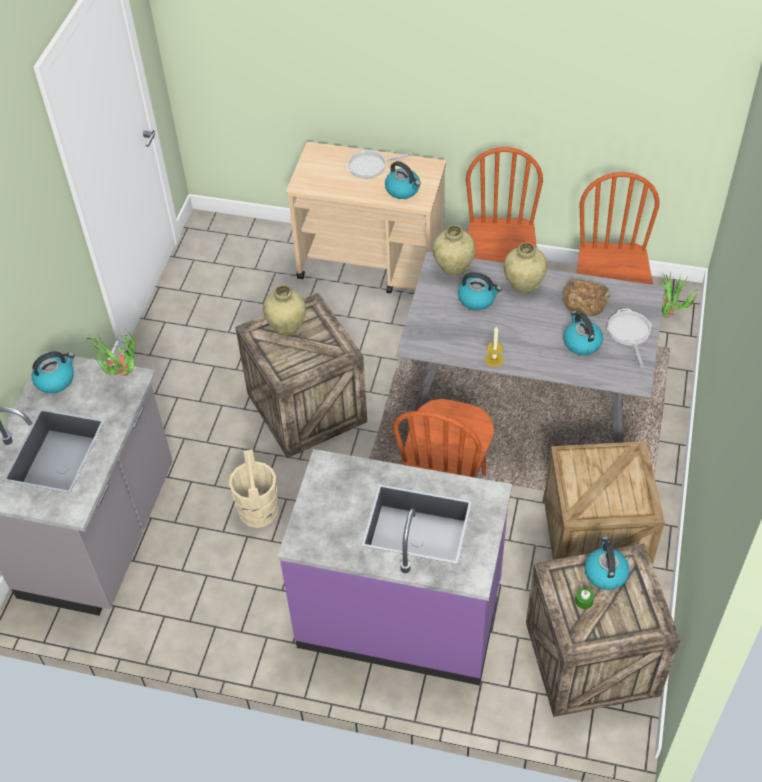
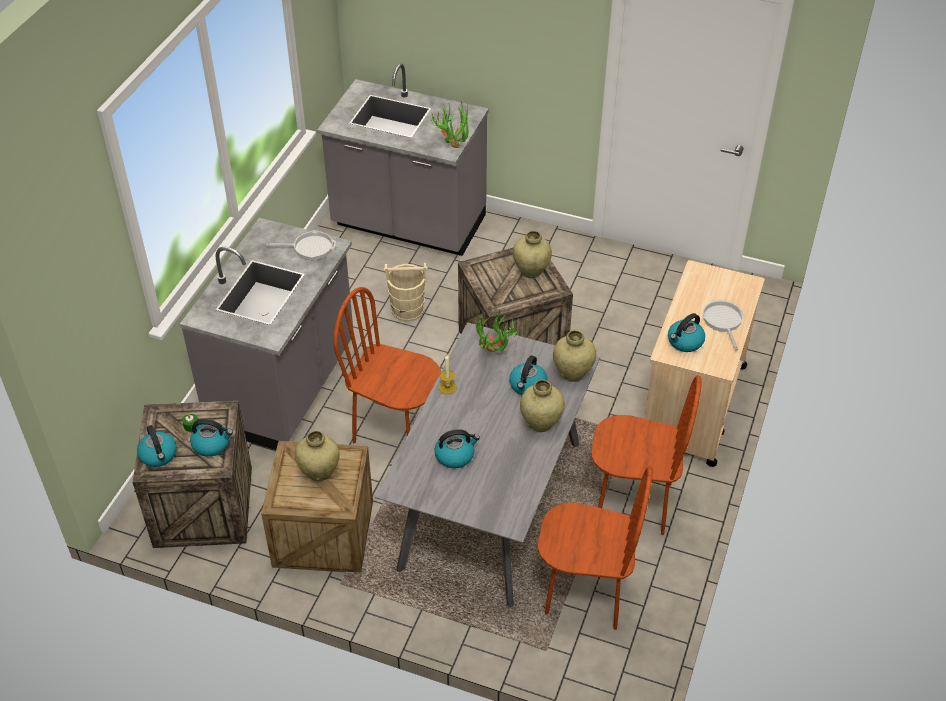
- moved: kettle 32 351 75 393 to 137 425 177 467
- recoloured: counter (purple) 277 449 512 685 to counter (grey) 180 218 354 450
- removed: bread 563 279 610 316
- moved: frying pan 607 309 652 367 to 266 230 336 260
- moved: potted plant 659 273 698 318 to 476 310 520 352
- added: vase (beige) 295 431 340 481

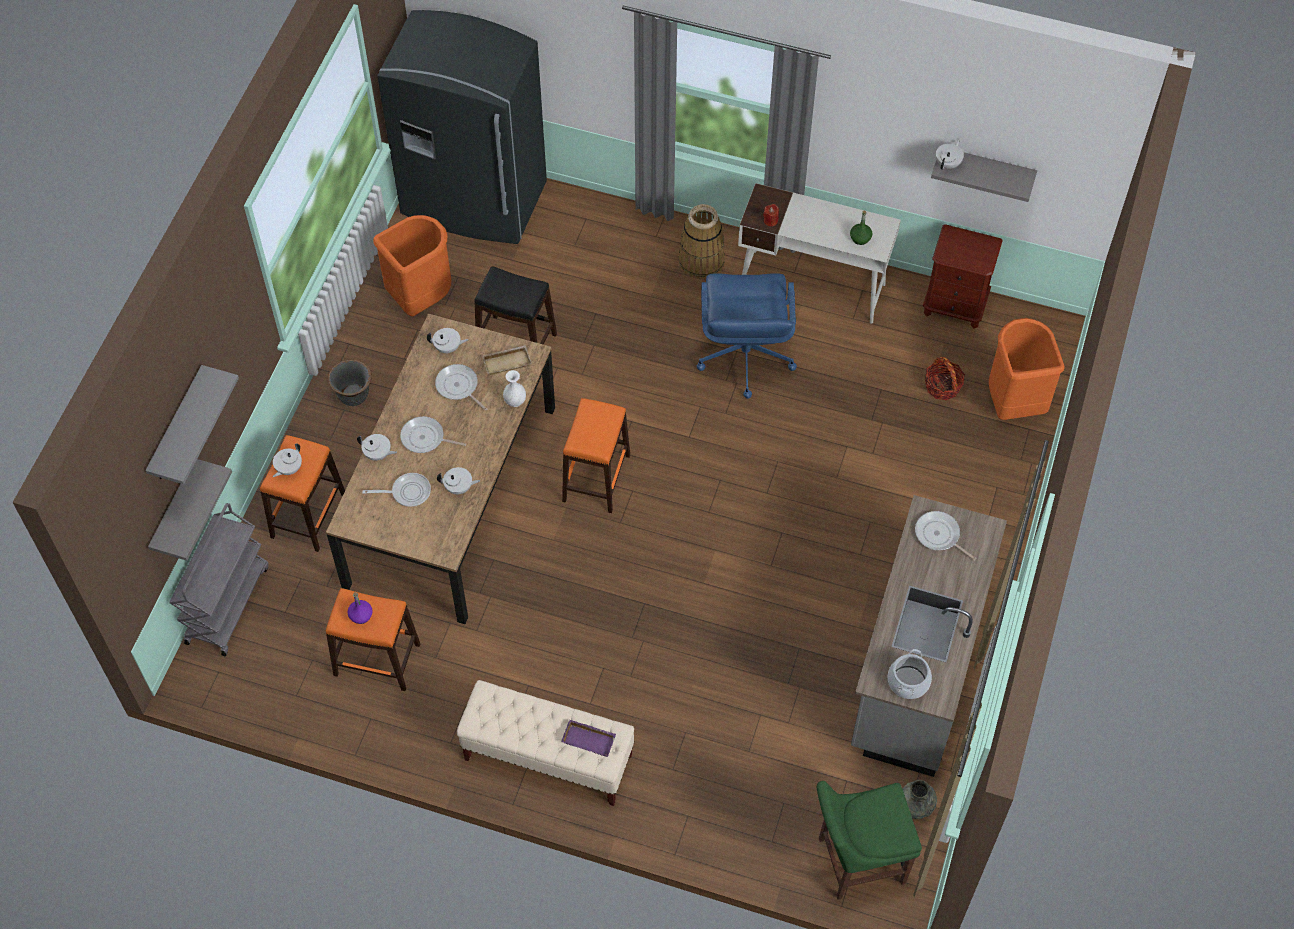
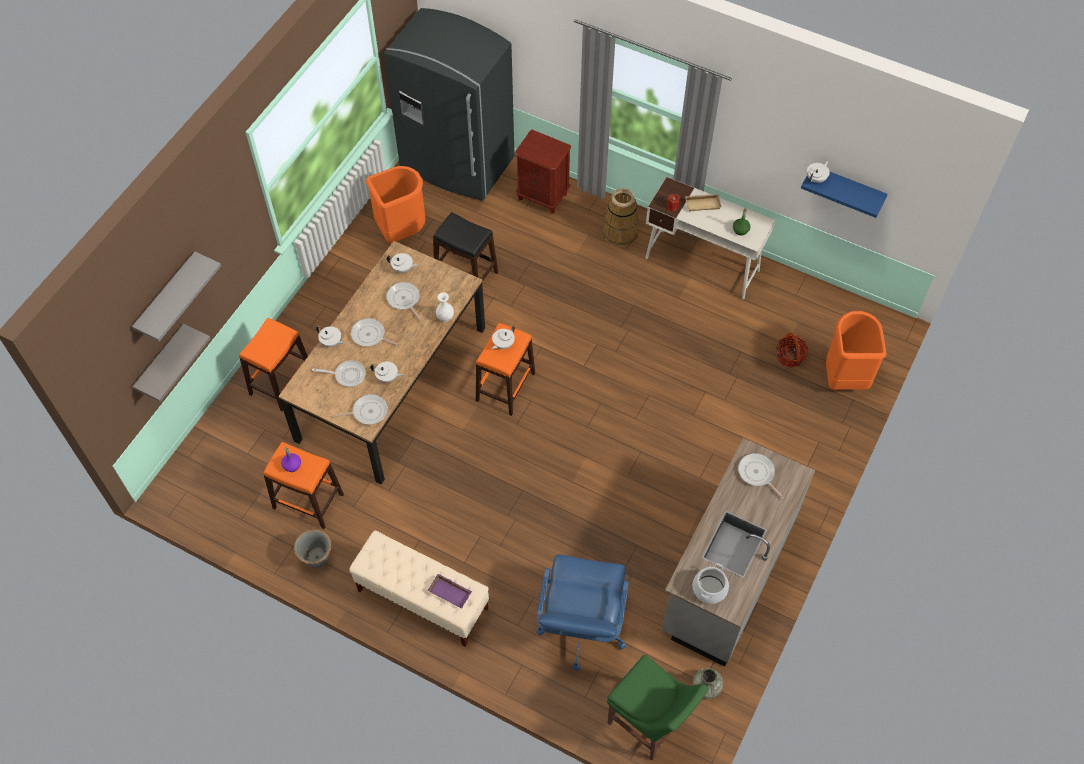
- removed: cart (grey) 170 503 269 656
- moved: teapot (white) 273 443 302 477 to 491 326 515 349
- moved: planter (grey) 328 360 372 406 to 294 529 332 569
- moved: tray (beige) 482 345 532 375 to 685 194 722 211
- moved: office chair (blue) 697 273 797 399 to 536 554 629 671
- turned: chair (green) 817 781 922 900 = 607 655 708 761 135 degrees counterclockwise
- moved: nightstand (brown) 923 224 1003 329 to 515 130 572 214
- recoloured: shelf (grey) 931 152 1037 202 to shelf (blue) 801 172 888 218
- added: frying pan 333 394 388 425

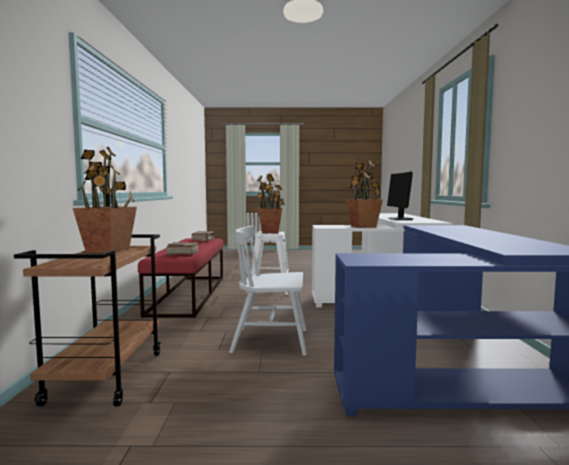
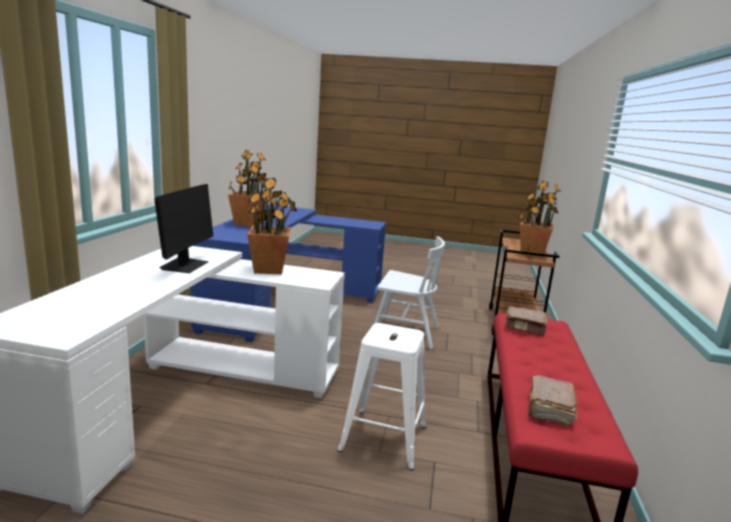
- moved: potted plant 257 174 285 233 to 228 150 266 227

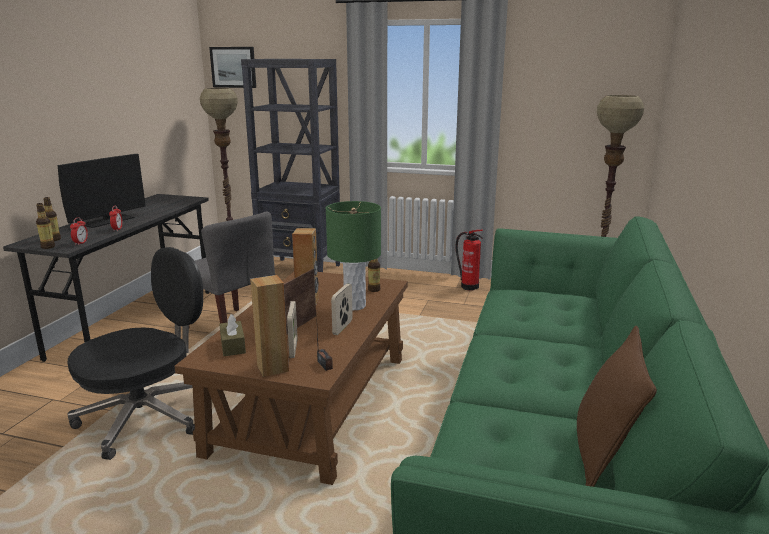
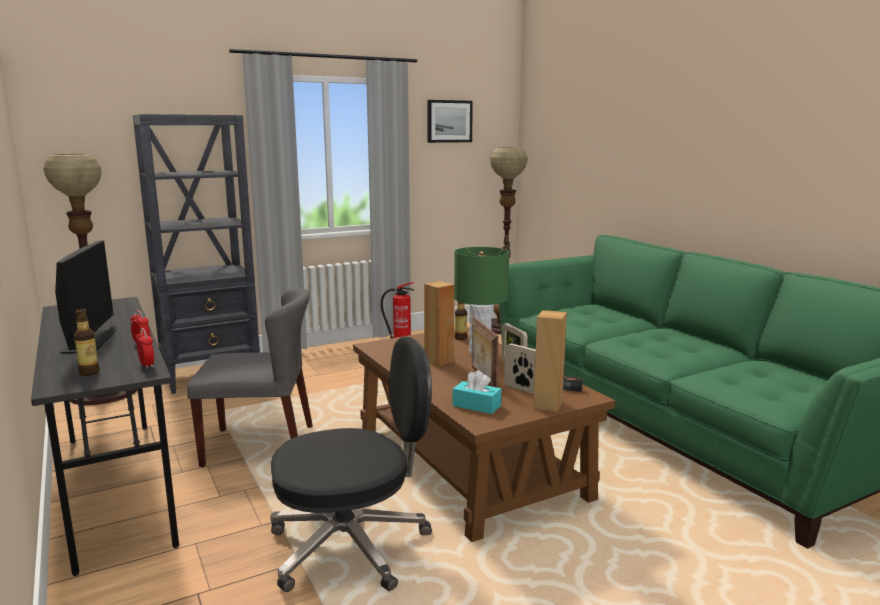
- removed: bottle 36 203 55 249
- turned: office chair (black) 67 247 203 460 = 270 337 432 592 75 degrees clockwise
- moved: picture 209 47 256 88 to 427 100 473 143
- recoloured: tissue box (brown) 219 314 246 356 to tissue box (turquoise) 453 370 501 414
- removed: pillow (brown) 577 326 657 487

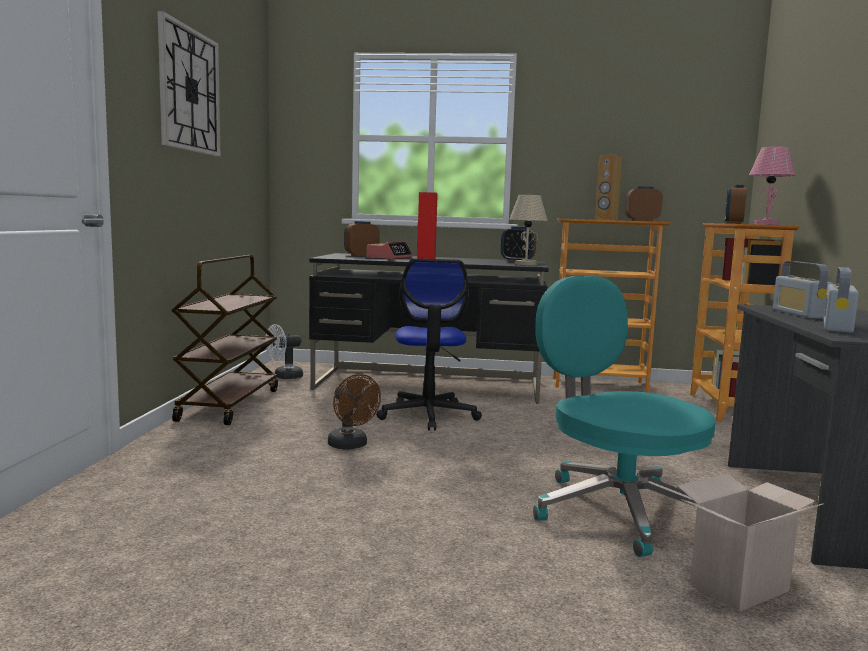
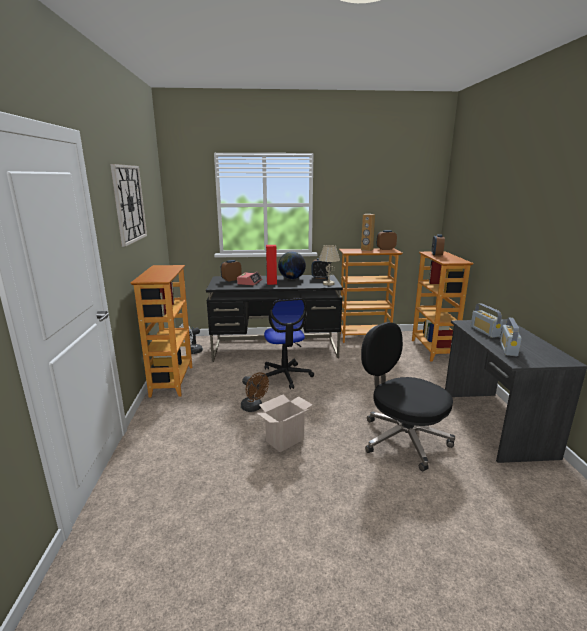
- replaced: cart (brown) 172 255 278 425 to bookcase 131 265 192 398
- recoloured: office chair (turquoise) 533 276 716 557 to office chair (black) 361 322 455 471
- moved: cardboard box 677 473 824 612 to 257 394 312 452
- removed: table lamp (pink) 749 146 795 225
- added: globe 278 252 306 279

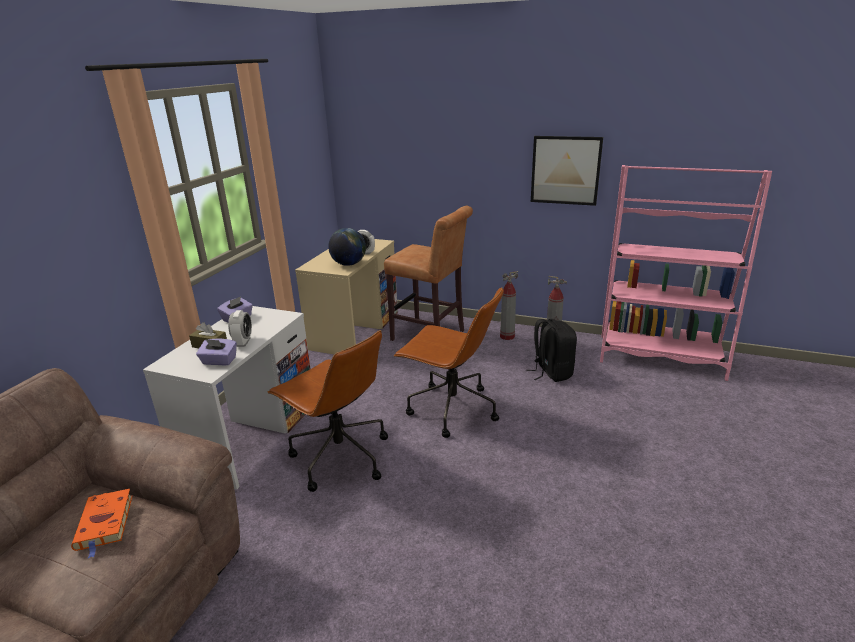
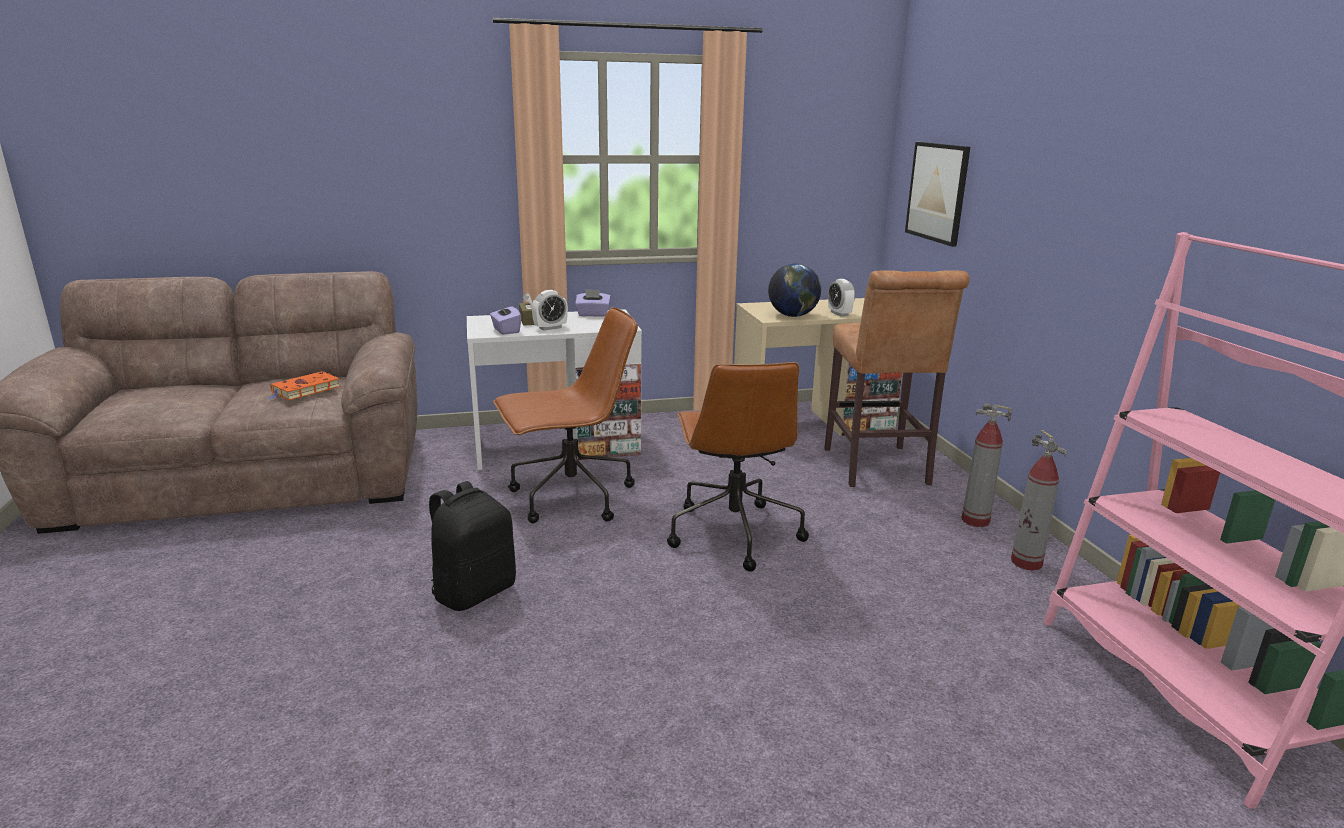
- turned: office chair (brown) 268 330 388 492 = 493 307 638 523 120 degrees counterclockwise
- moved: backpack (black) 526 319 577 382 to 429 481 516 611
- moved: picture 531 136 603 206 to 905 142 970 247

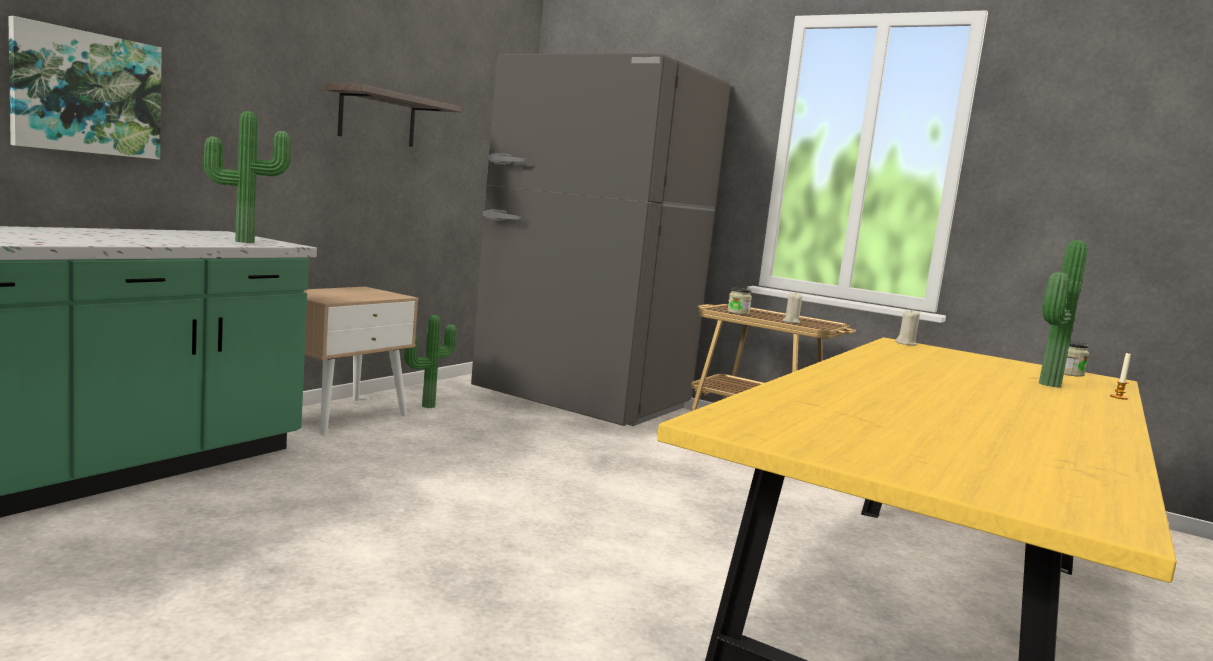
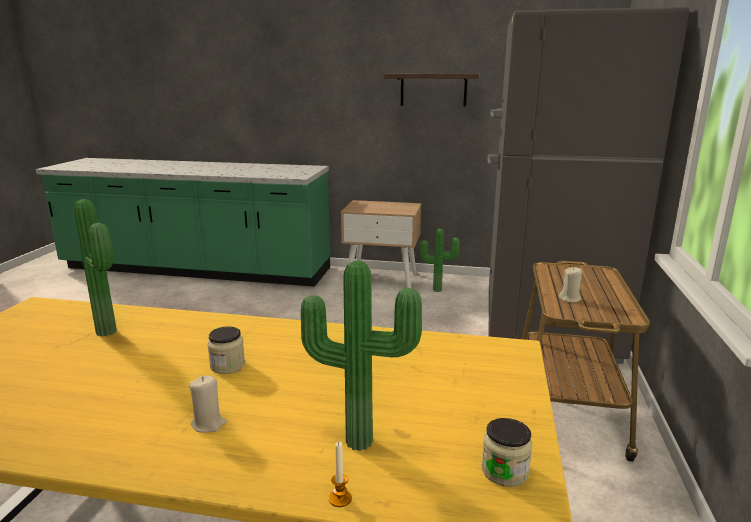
- removed: picture 8 16 162 160
- moved: potted plant 204 111 291 243 to 74 199 117 337
- moved: jar 727 288 752 315 to 207 326 245 374
- moved: candle (beige) 895 309 920 345 to 189 376 227 433

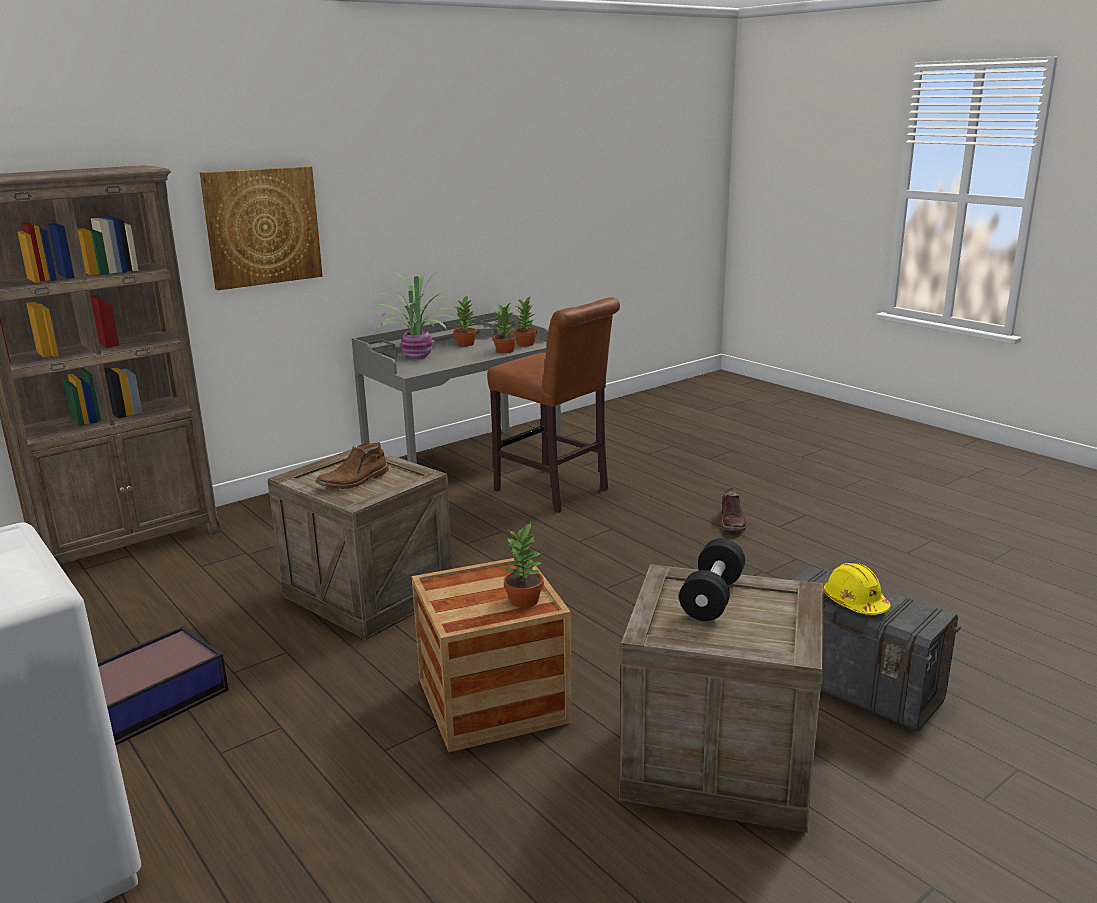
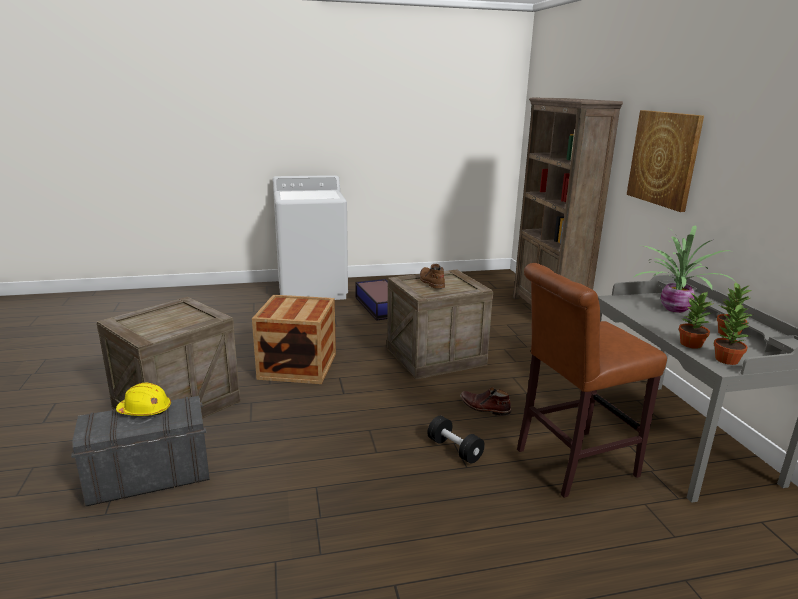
- removed: potted plant 504 523 544 608
- moved: dumbbell (black) 679 538 745 621 to 427 416 485 464
- moved: boot (brown) 722 488 747 531 to 460 387 511 416

